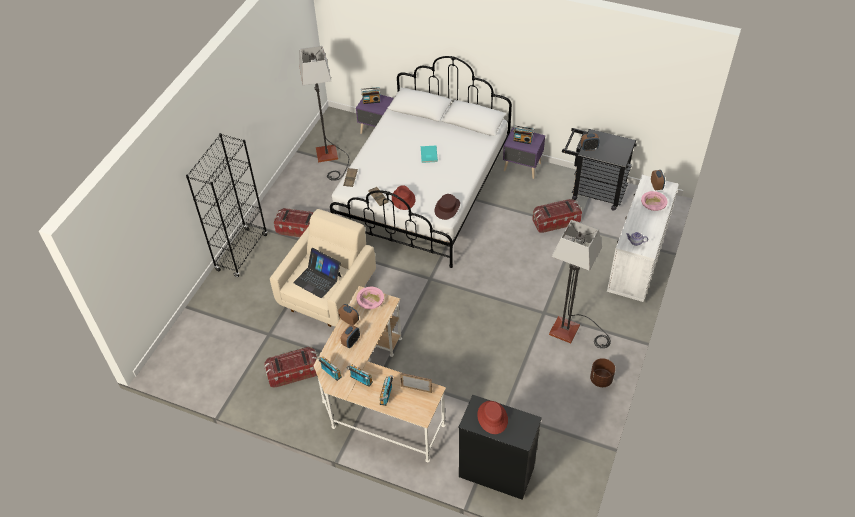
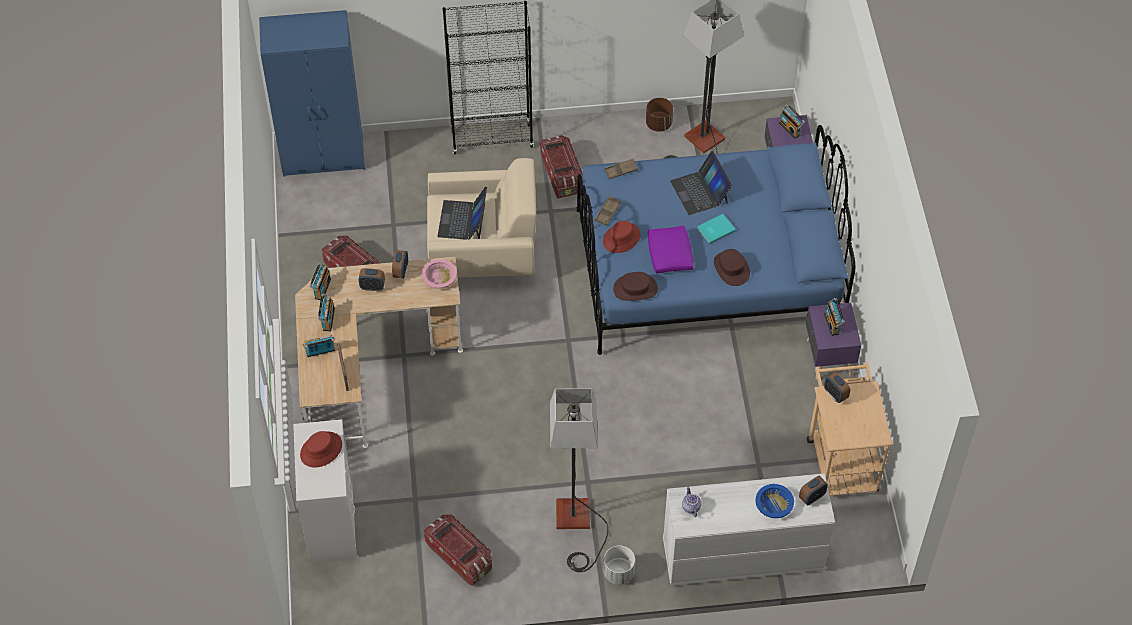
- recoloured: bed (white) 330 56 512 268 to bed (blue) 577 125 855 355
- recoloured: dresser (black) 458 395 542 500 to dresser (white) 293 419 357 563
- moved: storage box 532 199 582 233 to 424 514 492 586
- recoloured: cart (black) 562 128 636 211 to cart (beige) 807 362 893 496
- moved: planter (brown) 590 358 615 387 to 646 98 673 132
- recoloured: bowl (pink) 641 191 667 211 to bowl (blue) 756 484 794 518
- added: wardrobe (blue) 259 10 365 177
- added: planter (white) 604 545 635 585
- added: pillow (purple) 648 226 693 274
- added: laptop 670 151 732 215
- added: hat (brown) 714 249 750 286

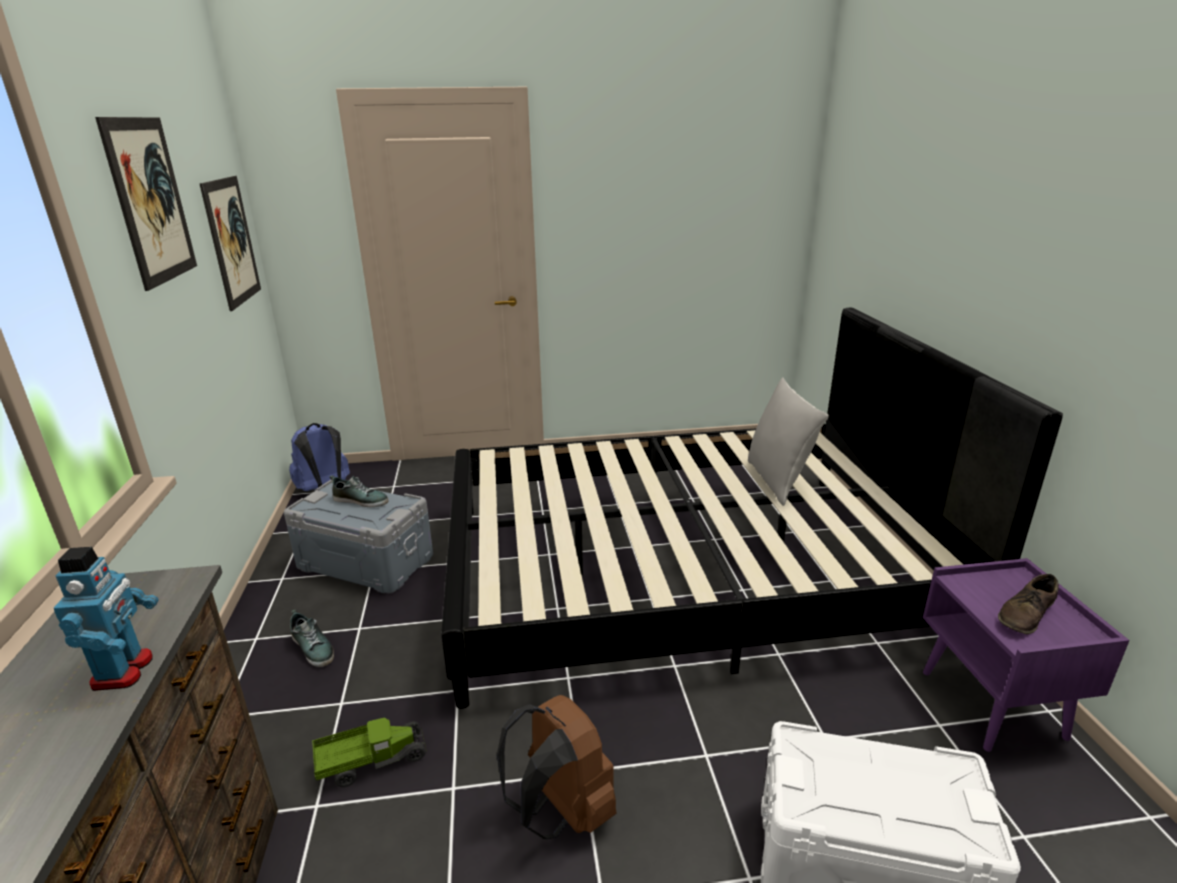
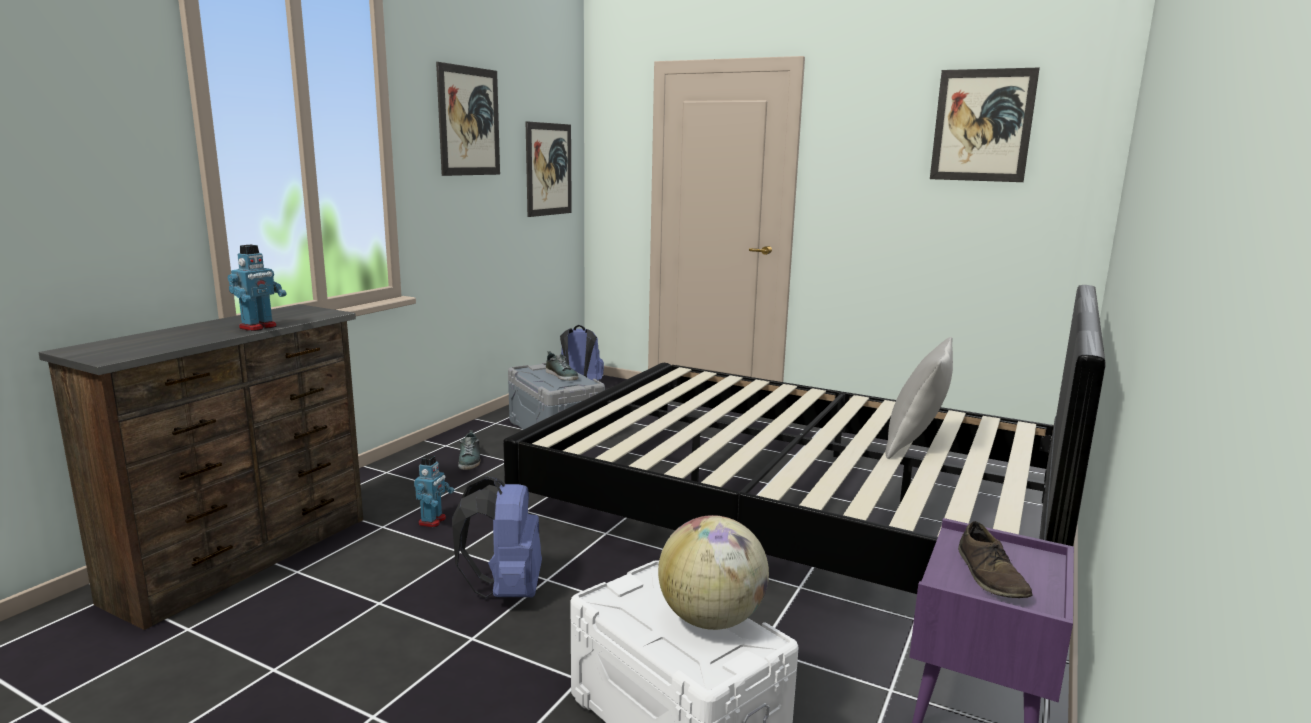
- replaced: toy truck 312 718 427 787 to toy robot 414 455 454 527
- recoloured: backpack (brown) 497 695 617 839 to backpack (blue) 452 476 542 598
- turned: shoe (brown) 998 574 1059 634 = 958 521 1032 598 90 degrees counterclockwise
- added: globe 658 515 769 630
- added: picture 930 68 1040 182

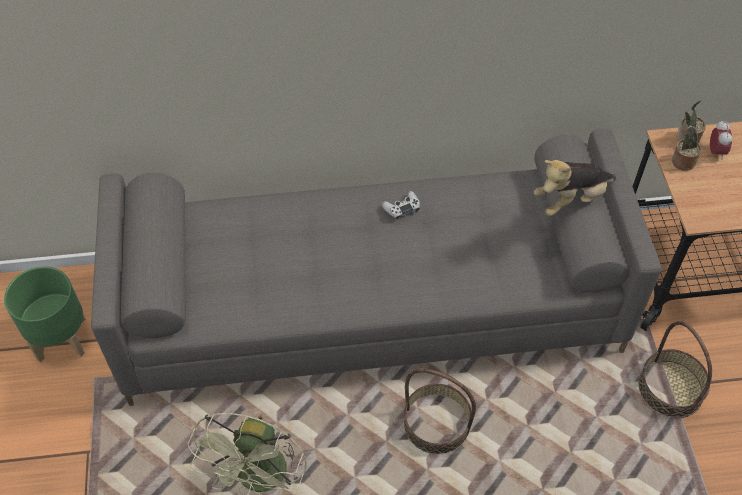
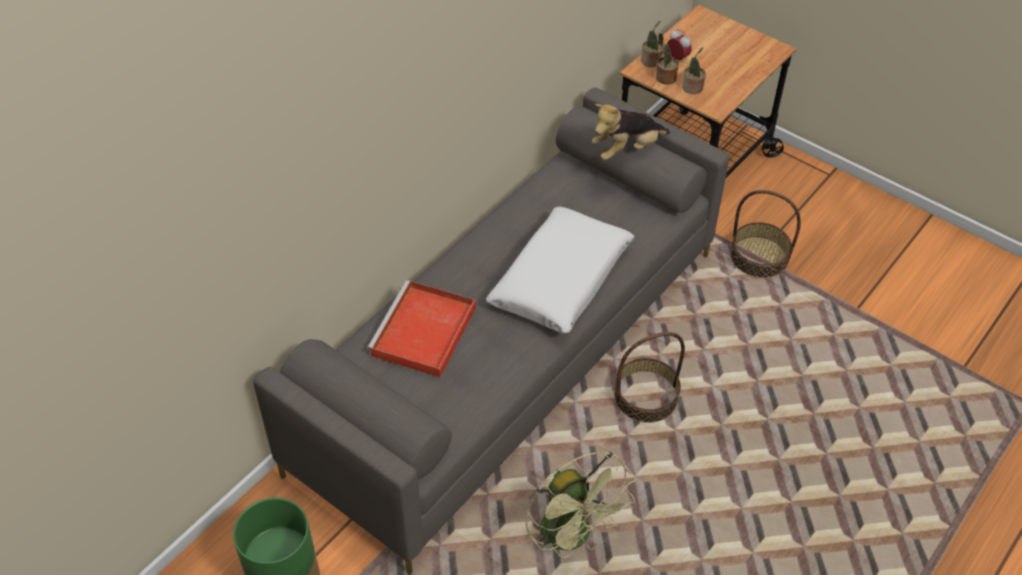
- removed: game controller (white) 382 191 420 220
- turned: plush toy 534 160 616 216 = 592 104 670 160 45 degrees clockwise
- added: tray (red) 367 280 476 377
- added: pillow (white) 486 207 634 333
- added: potted plant 682 47 706 94

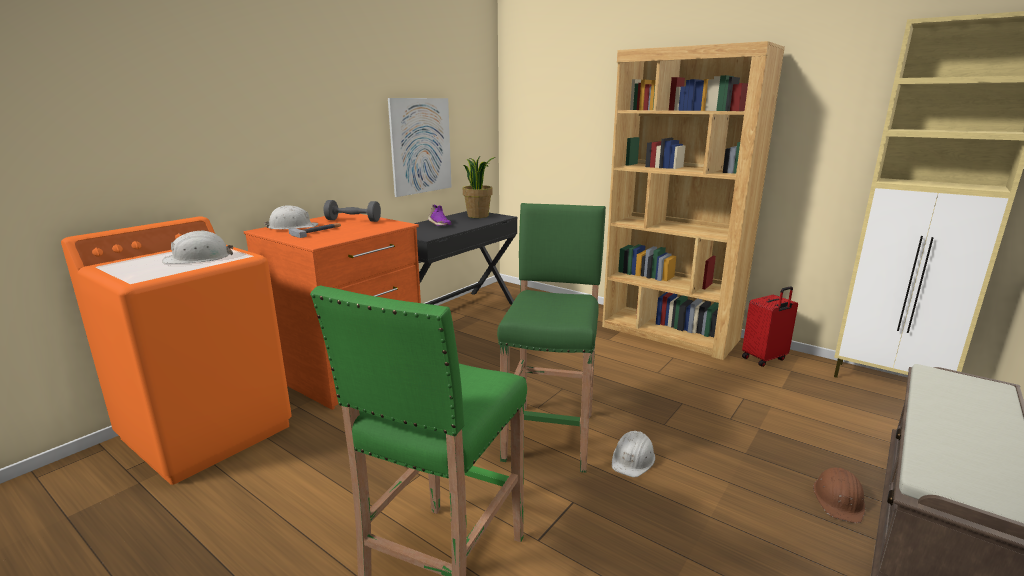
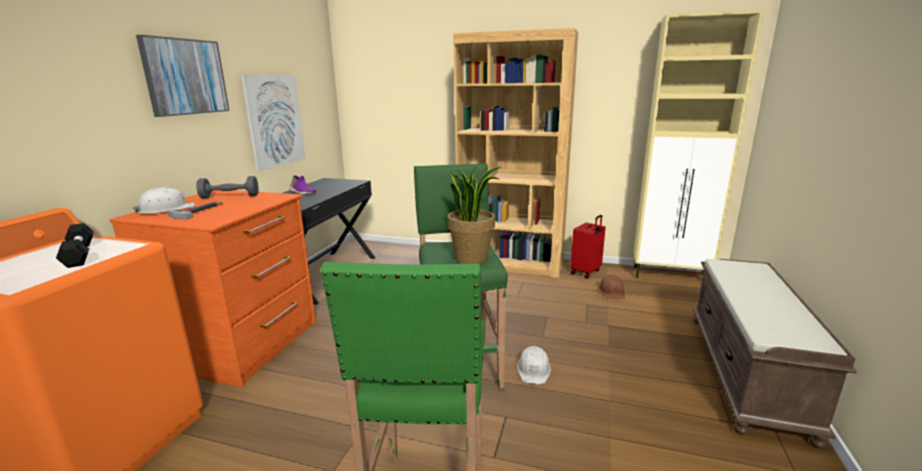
- replaced: hard hat (white) 162 230 233 264 to dumbbell (black) 56 223 94 268
- moved: potted plant 463 156 495 218 to 446 166 500 264
- moved: hard hat (brown) 813 467 865 523 to 598 275 625 299
- added: picture 136 35 230 117

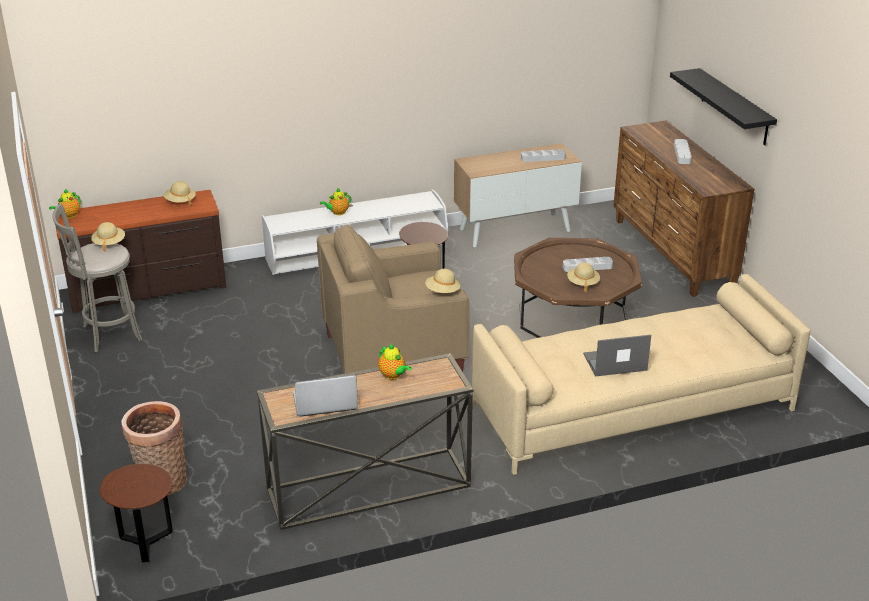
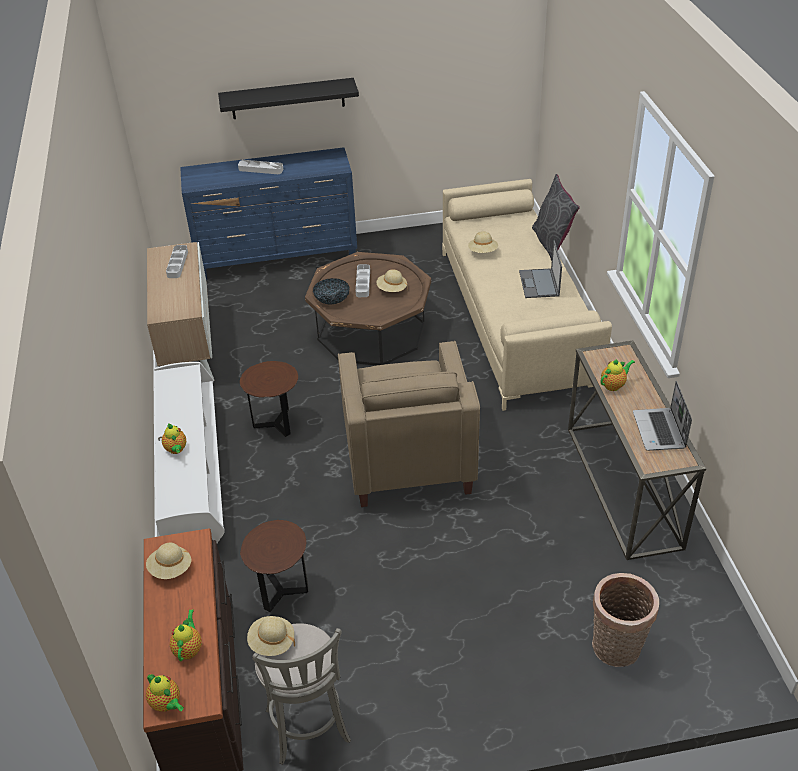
- moved: side table (brown) 100 464 173 563 to 240 520 308 612
- moved: hat (beige) 425 269 460 293 to 468 231 498 253
- recoloured: dresser (brown) 613 121 755 297 to dresser (blue) 180 147 357 280
- added: teapot 170 609 202 662
- added: bowl 313 278 349 305
- added: pillow (grey) 532 174 580 261

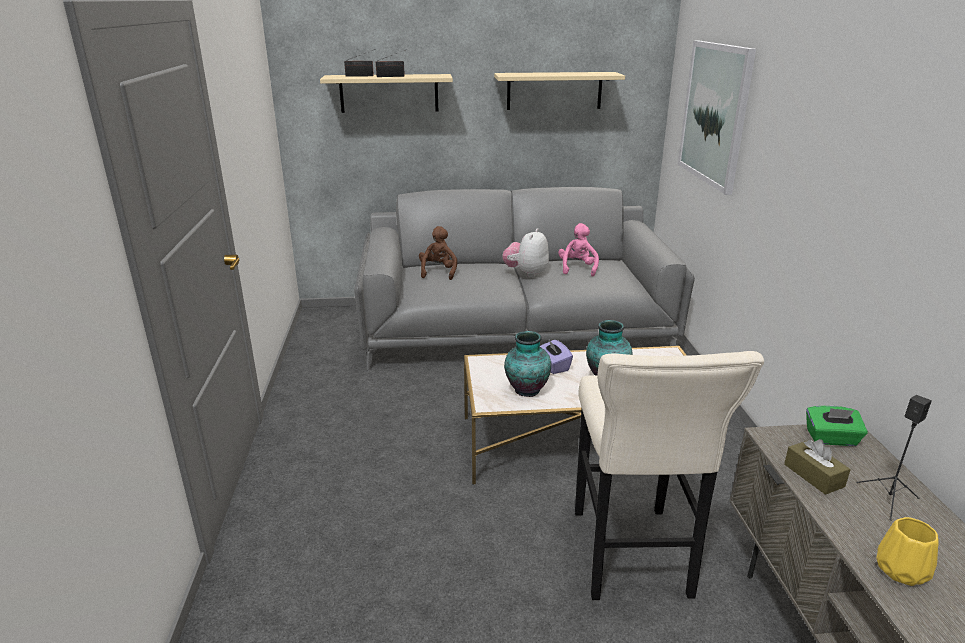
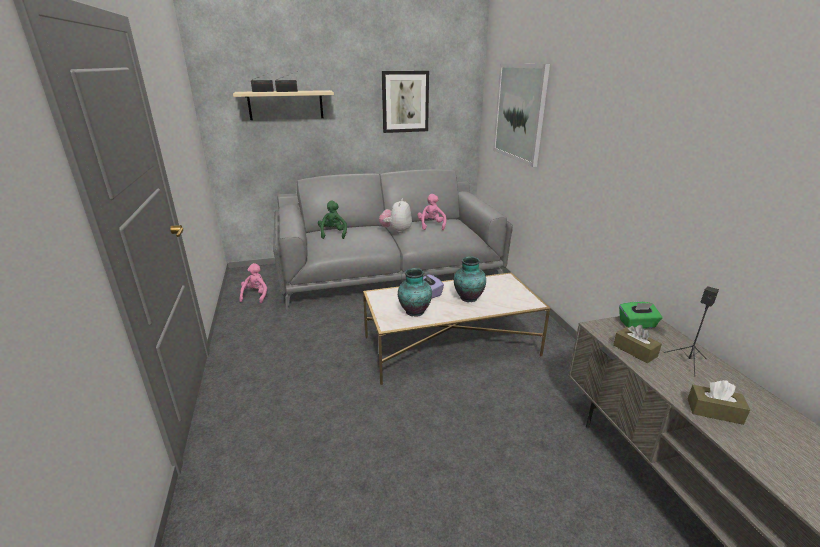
- recoloured: plush toy (brown) 419 226 457 280 to plush toy (green) 318 200 347 239
- replaced: shelf (beige) 494 72 625 110 to picture 382 71 429 133
- removed: stool (beige) 575 351 764 600
- replaced: vase (yellow) 876 517 939 586 to tissue box (brown) 687 380 750 425
- added: plush toy (pink) 240 263 267 303

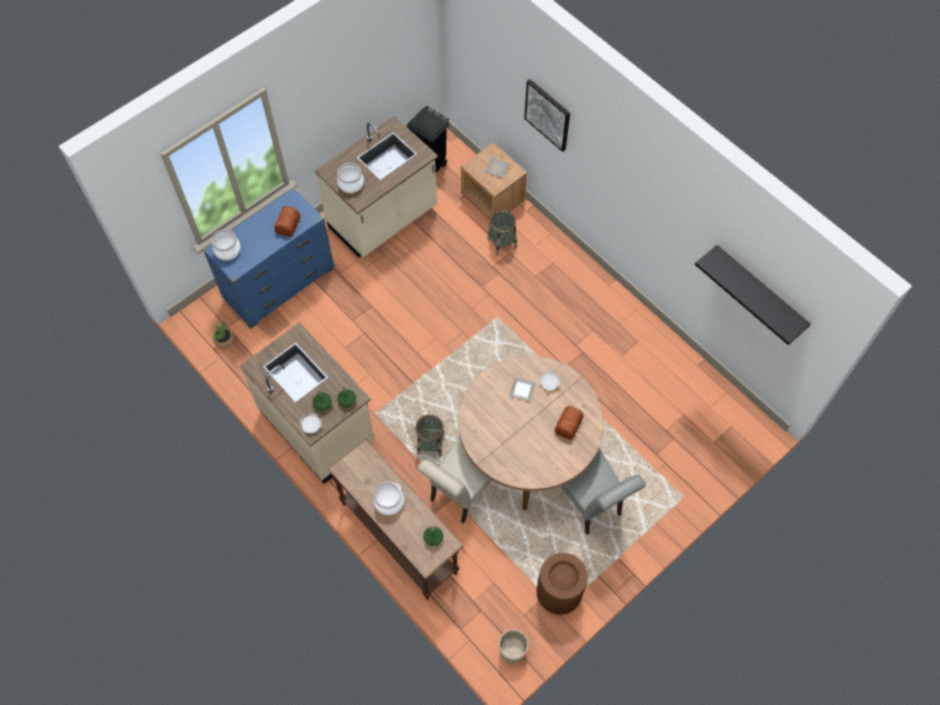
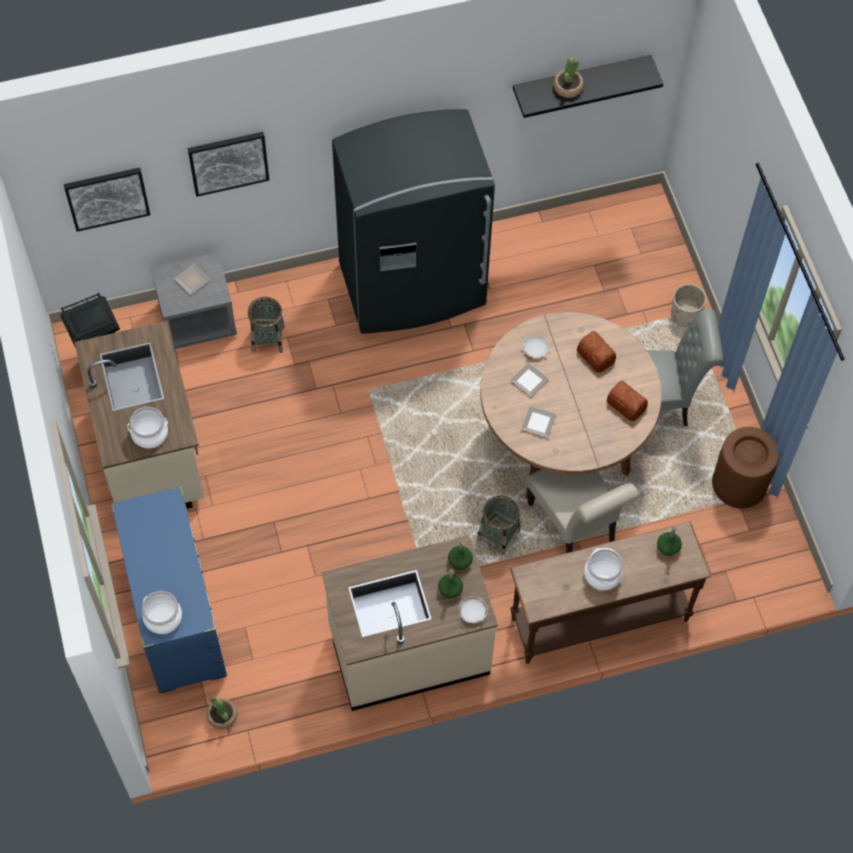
- moved: bread 274 206 300 237 to 607 381 648 421
- recoloured: nightstand (brown) 461 143 527 220 to nightstand (grey) 151 252 237 349
- moved: planter (beige) 499 629 528 664 to 671 284 707 327
- added: picture 64 168 150 232
- added: fridge (grey) 332 109 495 334
- added: plate 521 406 556 438
- added: potted plant 554 58 584 98

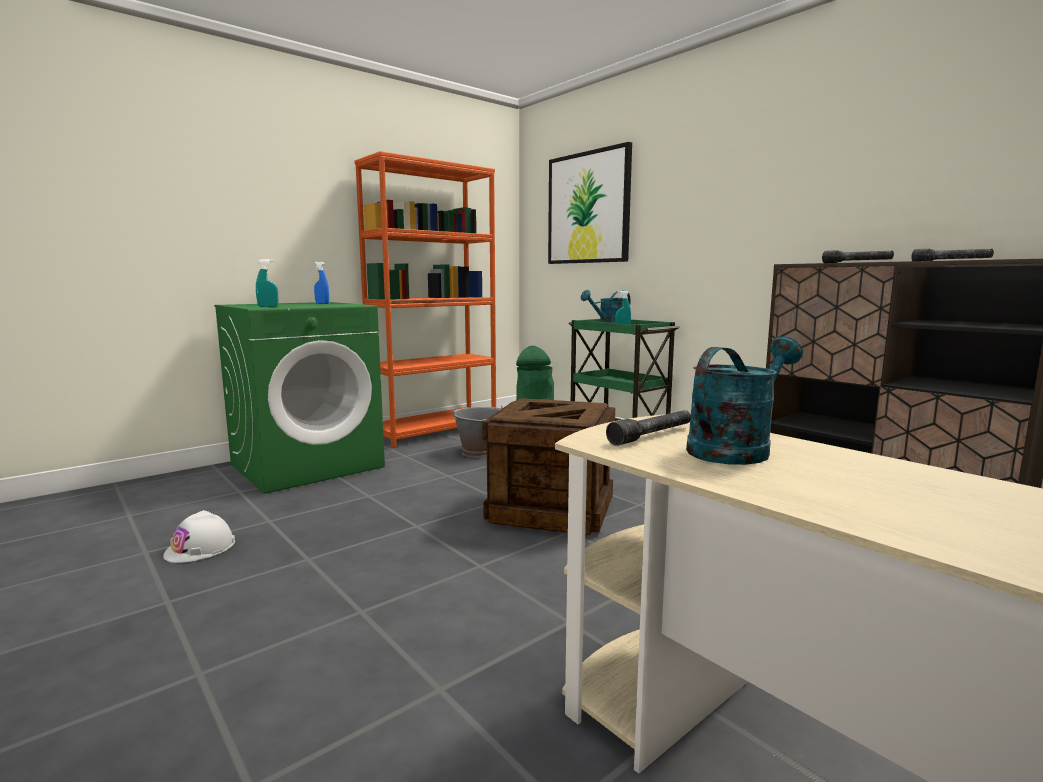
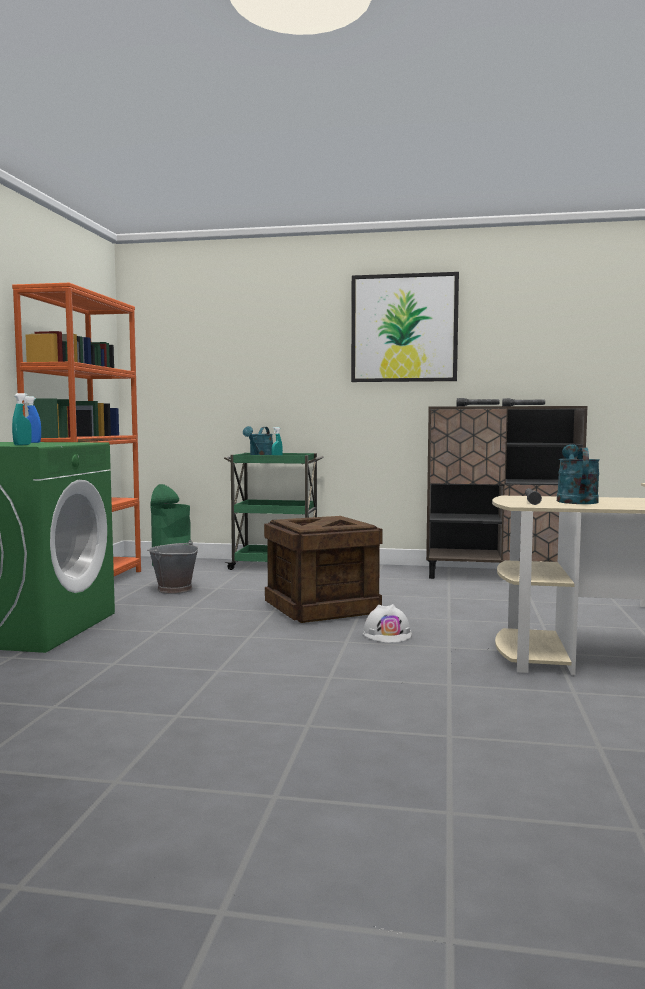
- moved: hard hat (white) 163 510 235 563 to 363 604 412 643
- moved: picture 548 142 632 264 to 351 272 459 382

